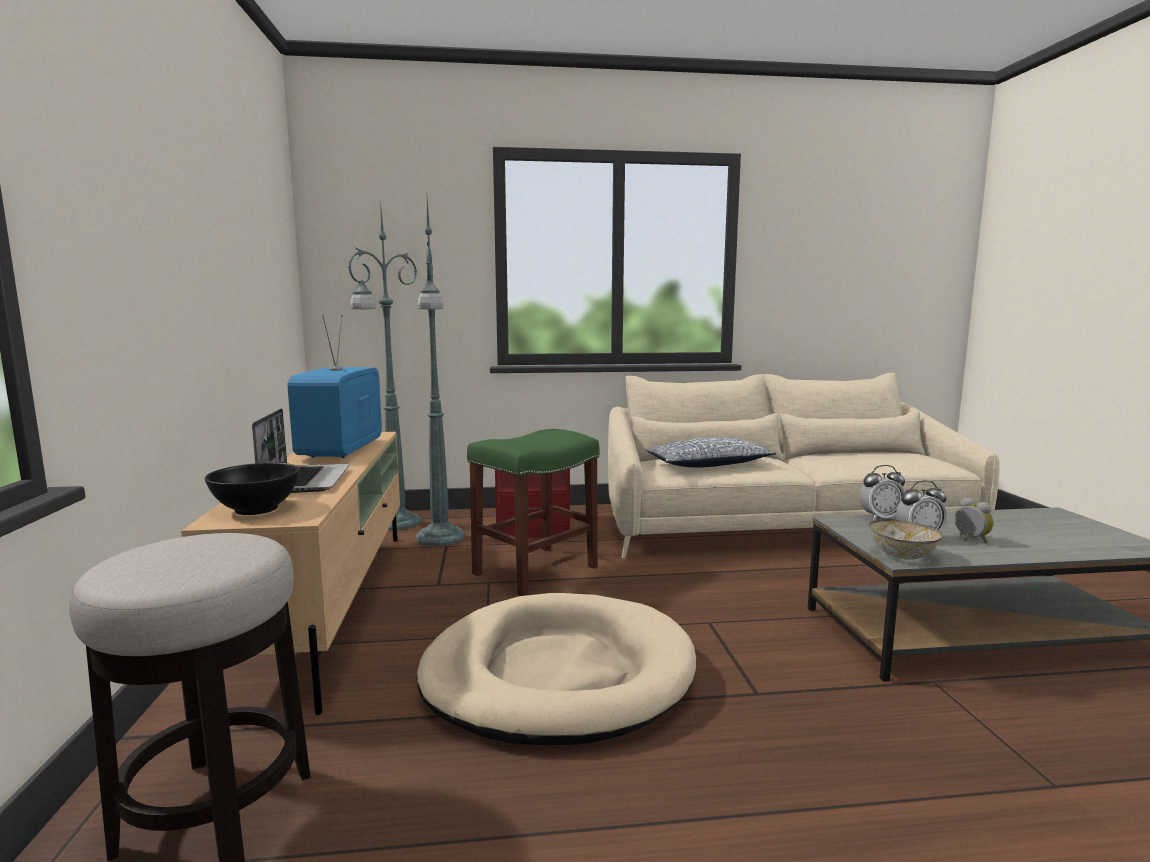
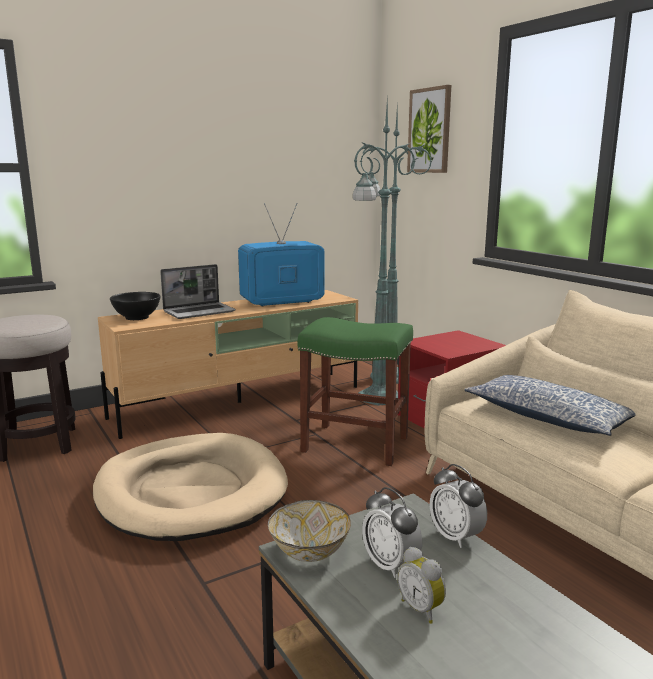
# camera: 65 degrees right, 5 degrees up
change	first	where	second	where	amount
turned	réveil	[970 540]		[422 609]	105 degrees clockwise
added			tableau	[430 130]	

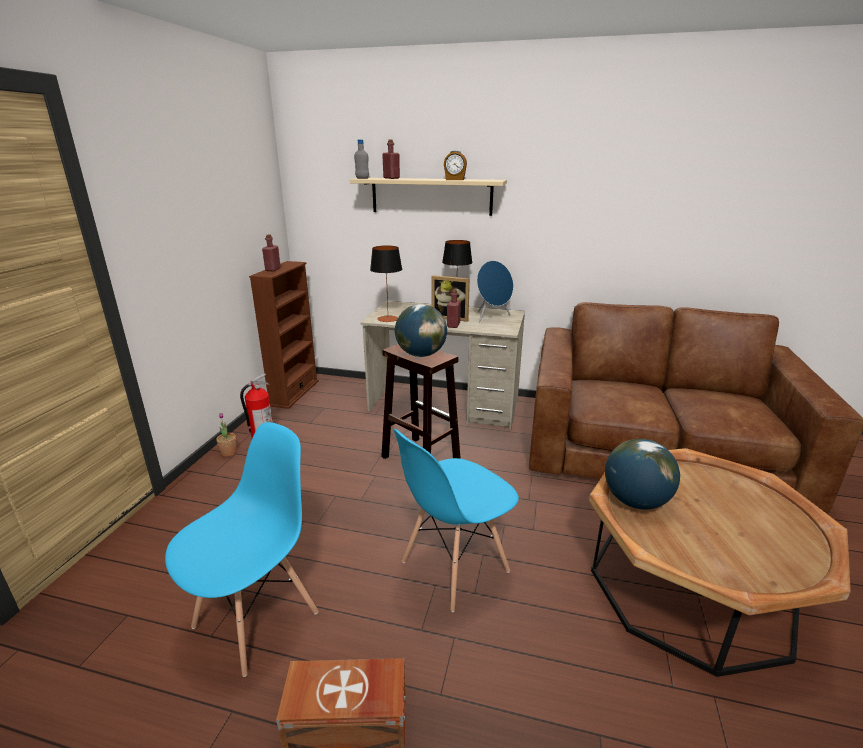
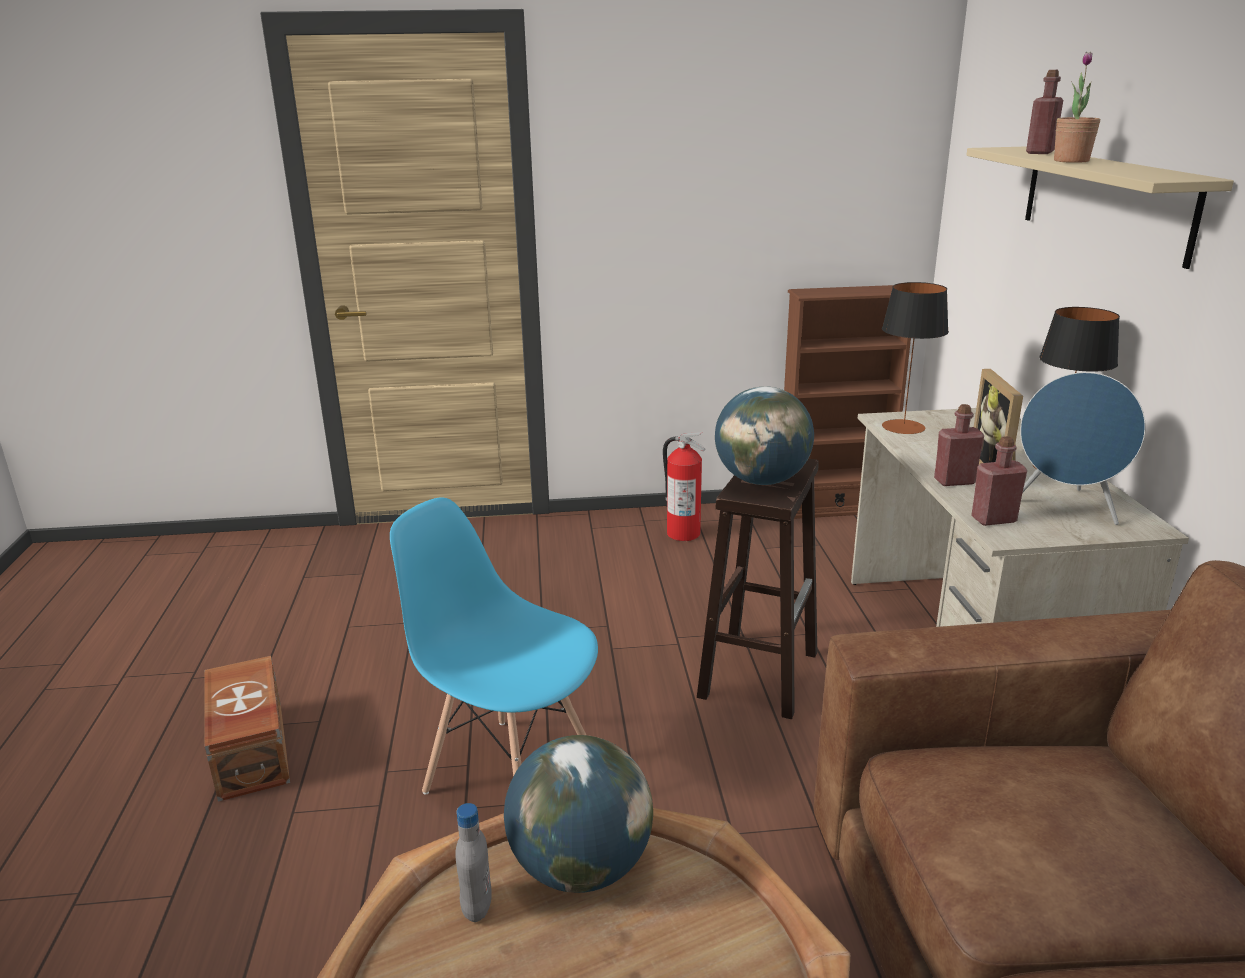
# camera: 70 degrees right, 0 degrees up
change	first	where	second	where	amount
moved	bouteille [gris]	[362 178]		[476 906]	
moved	bouteille [rouge]	[273 269]		[993 519]	
moved	plante en pot	[229 452]		[1071 161]	
removed	chaise [bleu]	[257 619]			
removed	réveil	[455 179]			

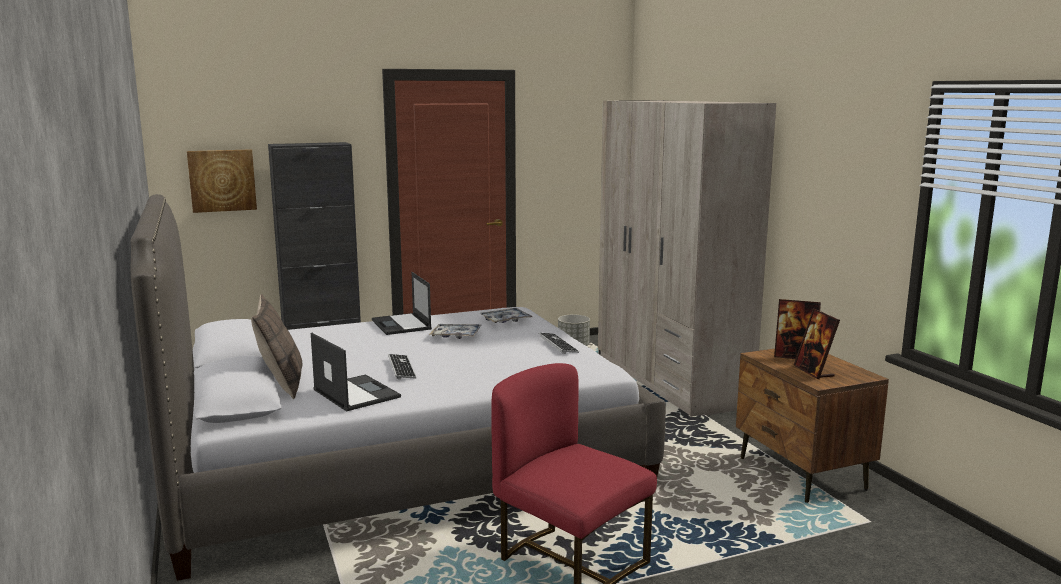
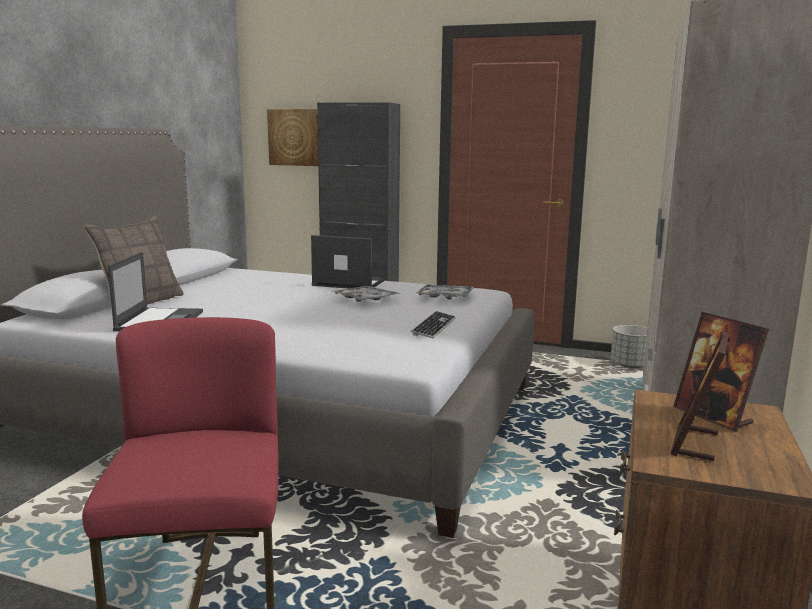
# camera: 40 degrees right, 0 degrees up
change	first	where	second	where	amount
turned	ordinateur portable	[401 325]		[348 283]	90 degrees clockwise
removed	clavier	[401 368]			

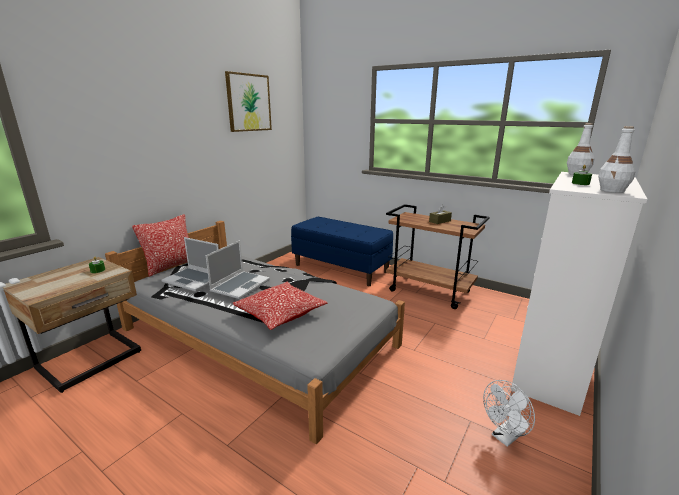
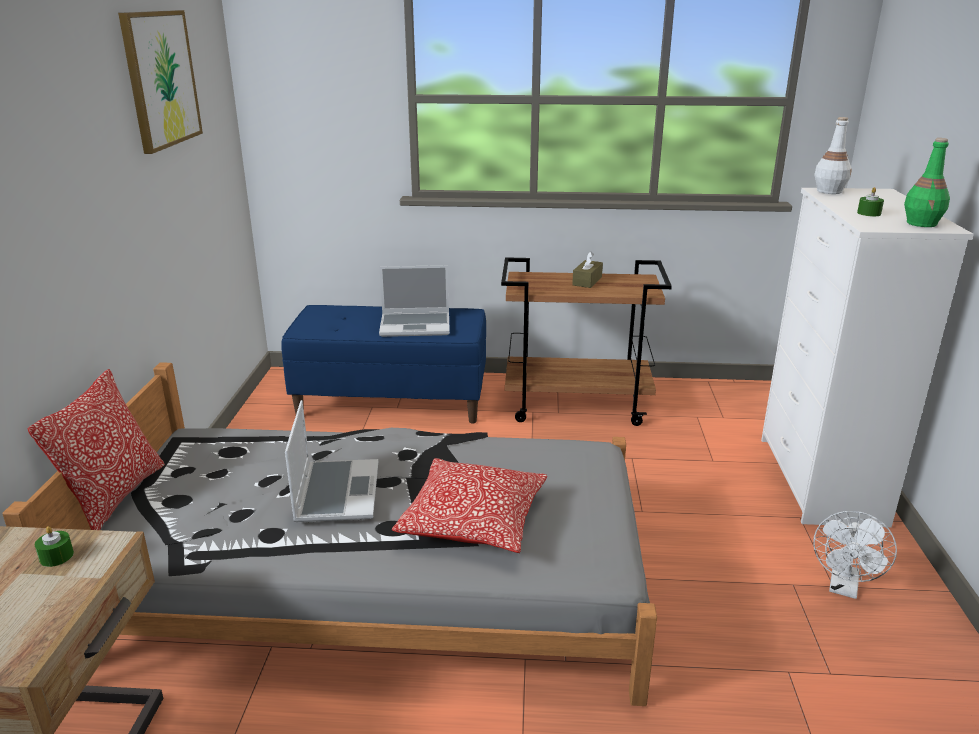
# camera: 30 degrees left, 5 degrees up
change	first	where	second	where	amount
moved	ordinateur portable	[194 280]		[416 325]	
recoloured	bouteille [blanc]	[612 190]	bouteille [vert]	[922 223]	

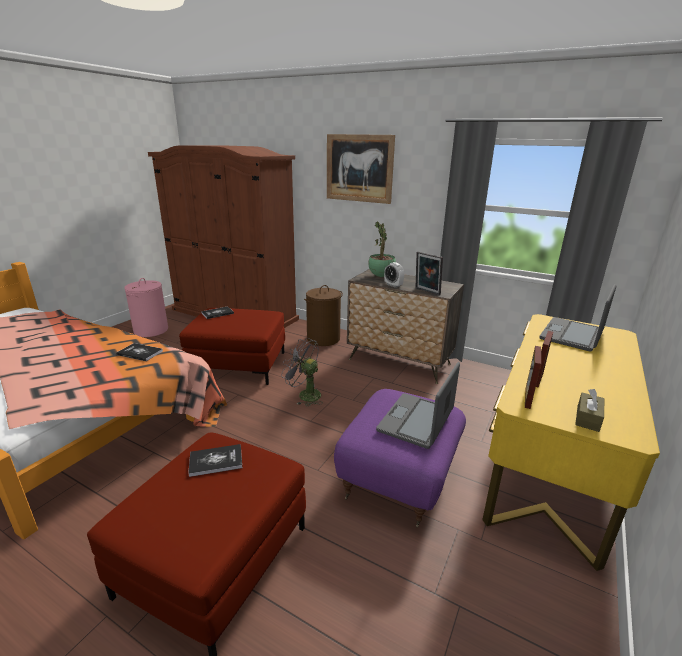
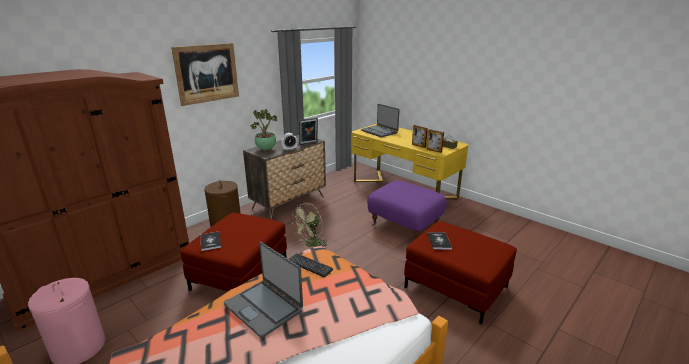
# camera: 75 degrees left, 0 degrees up
change	first	where	second	where	amount
moved	ordinateur portable	[416 421]		[264 307]	
replaced	livre	[140 353]	clavier	[309 265]	
recoloured	ventilateur [gris]	[304 394]	ventilateur [vert]	[311 245]	

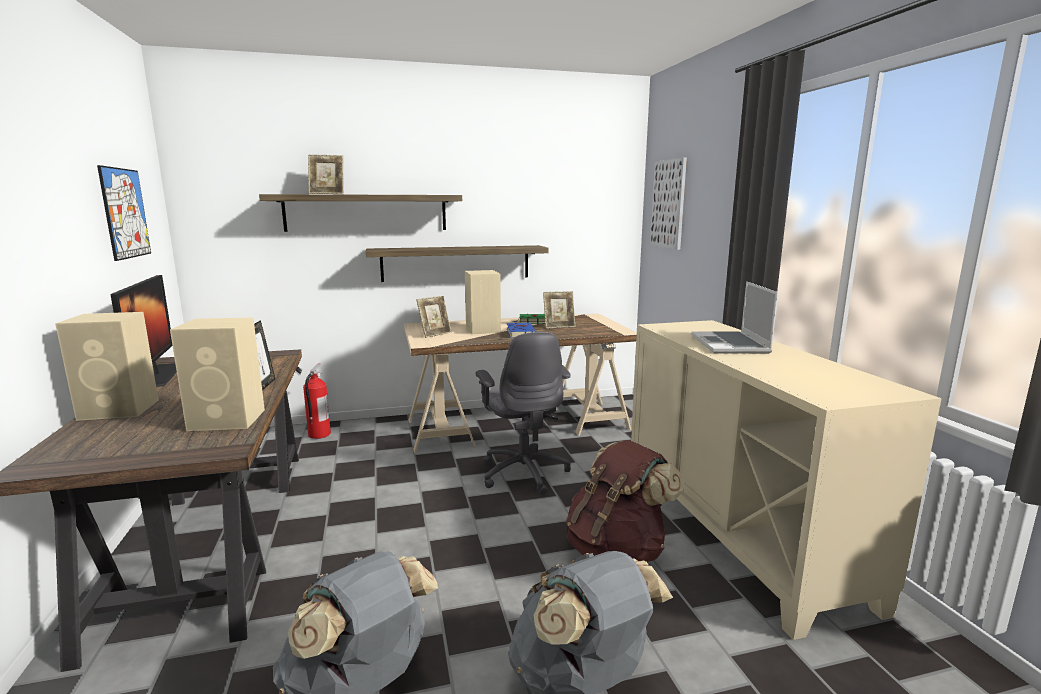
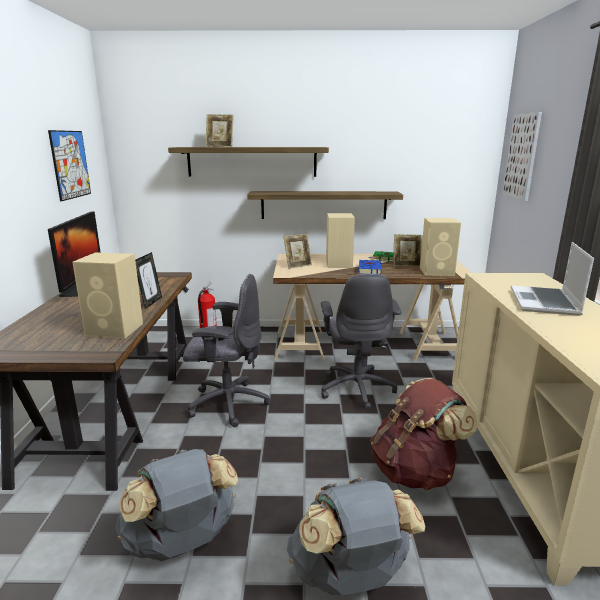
# camera: 15 degrees right, 5 degrees up
change	first	where	second	where	amount
added			chaise de bureau [gris]	[227 403]	
moved	enceinte [beige]	[121 409]		[437 271]	

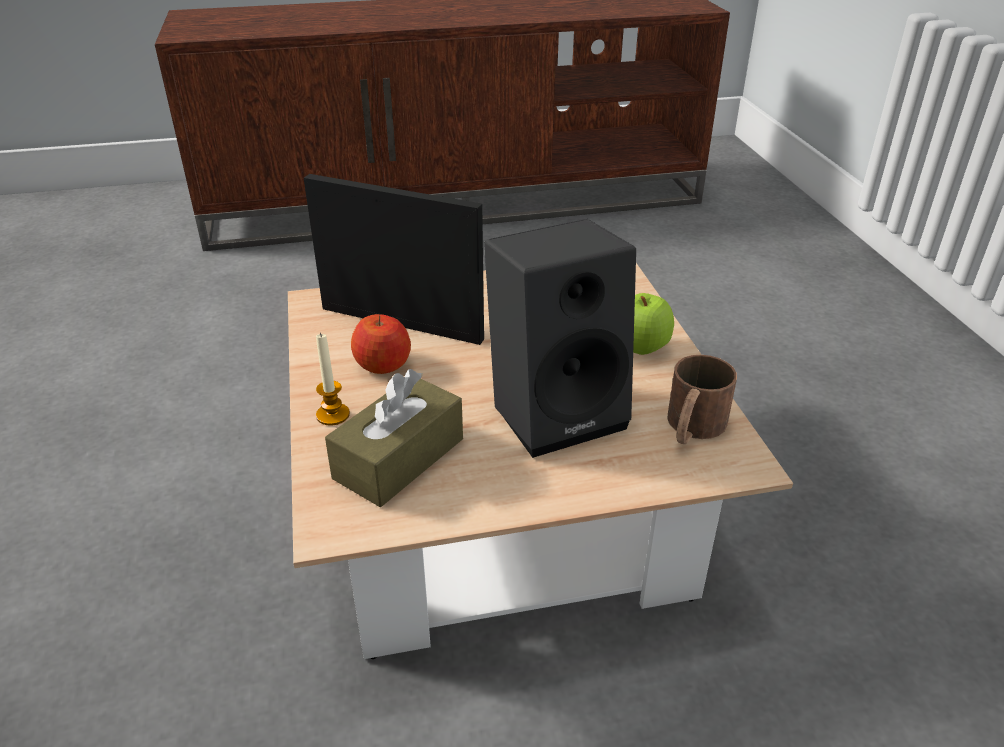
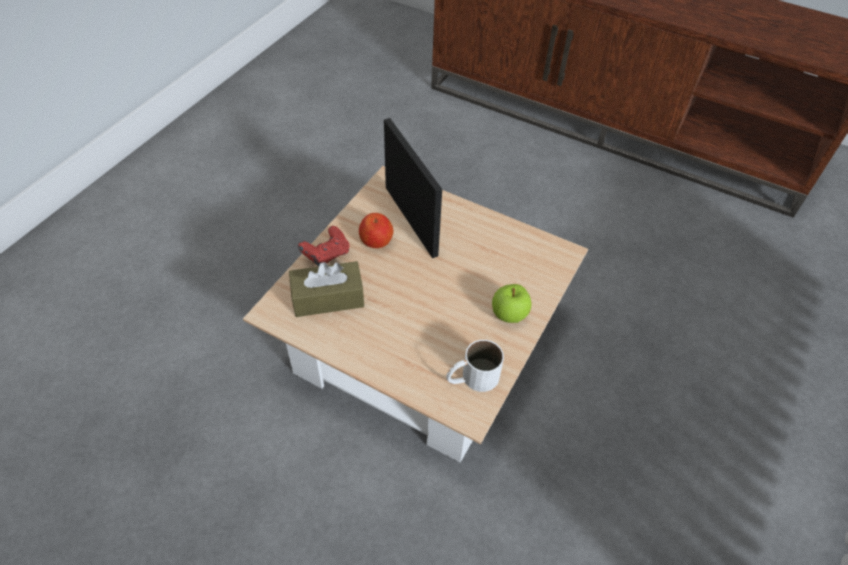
# camera: 40 degrees right, 15 degrees up
change	first	where	second	where	amount
replaced	bougie	[333 415]	manette [rouge]	[326 255]	
recoloured	mug [marron]	[692 428]	mug [blanc]	[472 378]	
removed	enceinte [noir]	[557 410]			

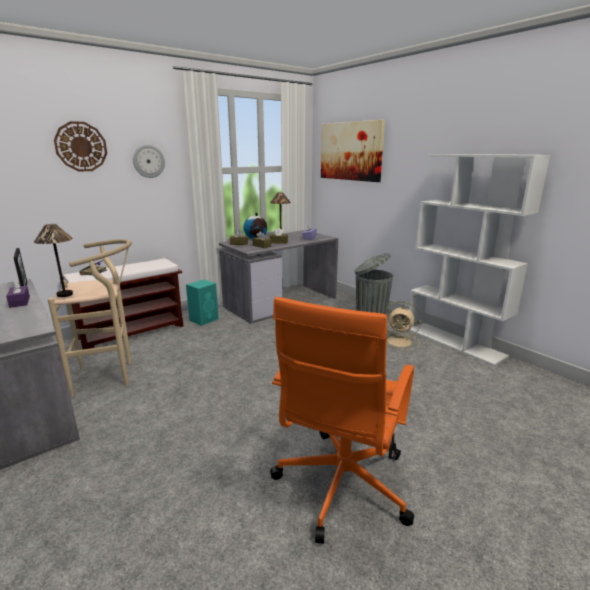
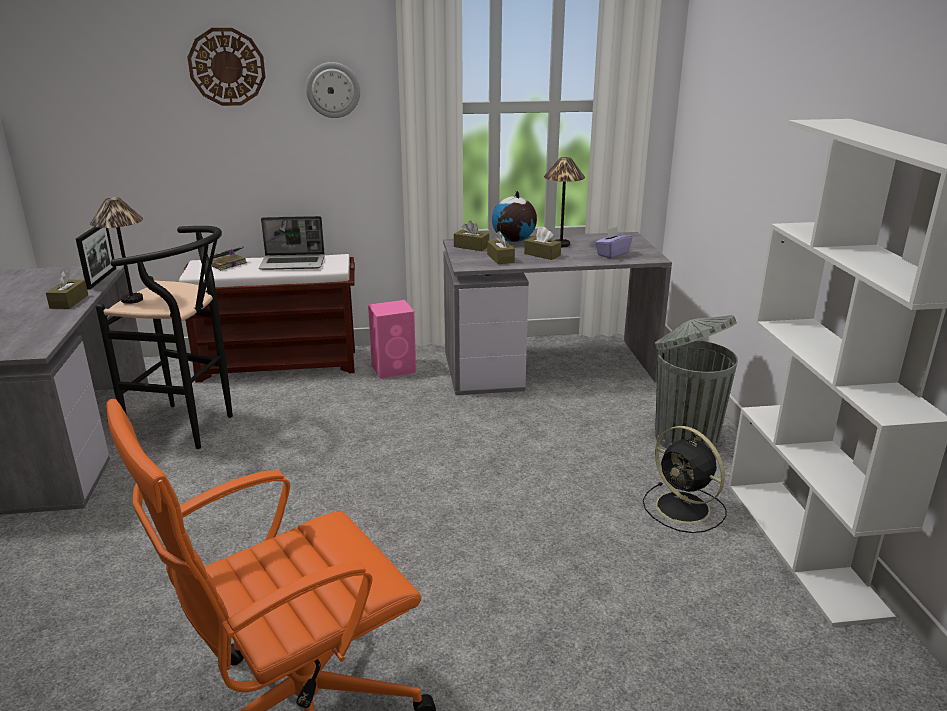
# camera: 30 degrees right, 5 degrees up
change	first	where	second	where	amount
recoloured	boîte à mouchoirs [violet]	[19 302]	boîte à mouchoirs [marron]	[69 301]	
recoloured	tabouret [beige]	[110 376]	tabouret [noir]	[192 429]	
added			ordinateur portable	[293 263]	
recoloured	enceinte [turquoise]	[204 319]	enceinte [rose]	[395 369]	
recoloured	ventilateur [beige]	[400 342]	ventilateur [noir]	[685 509]	
removed	tableau	[350 151]			

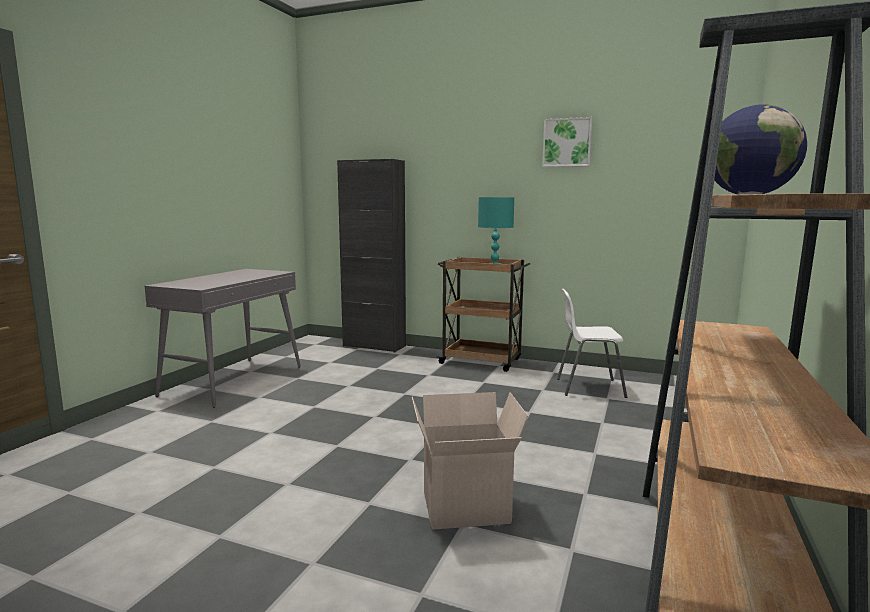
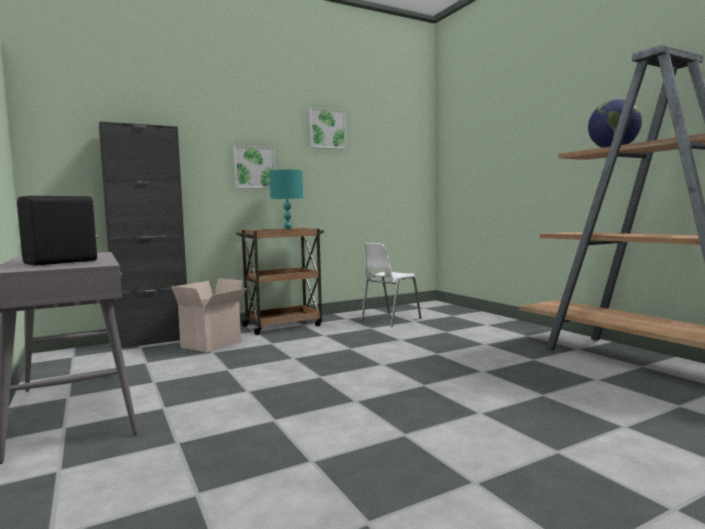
# camera: 50 degrees left, 5 degrees down
change	first	where	second	where	amount
added			enceinte [noir]	[62 262]	
moved	carton	[464 509]		[211 344]	
added			tableau	[254 167]	

